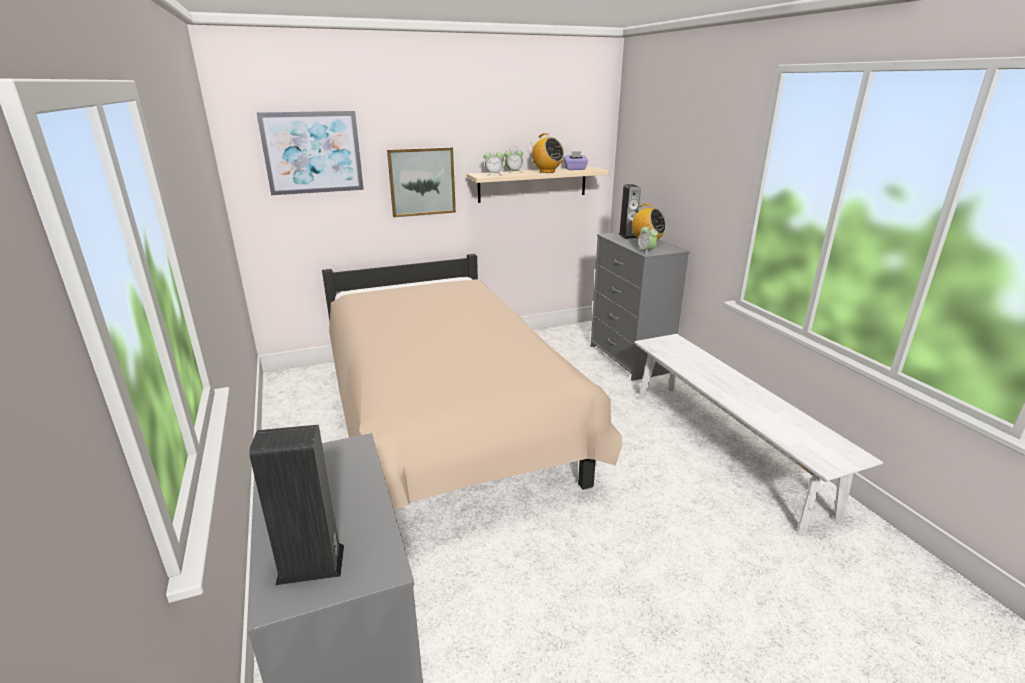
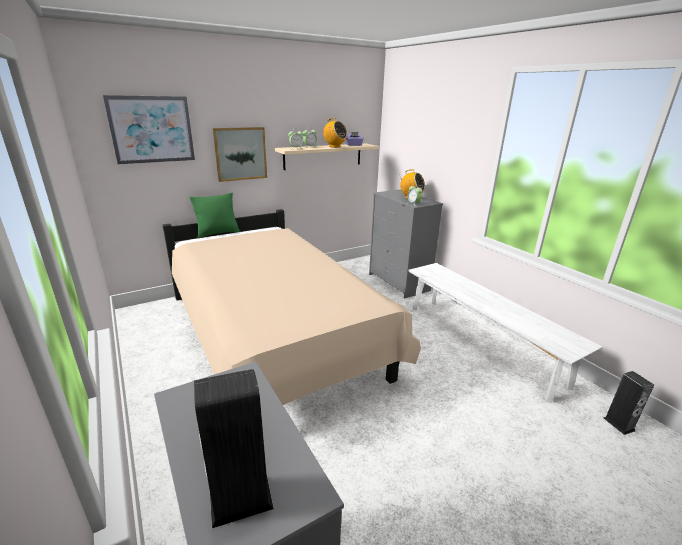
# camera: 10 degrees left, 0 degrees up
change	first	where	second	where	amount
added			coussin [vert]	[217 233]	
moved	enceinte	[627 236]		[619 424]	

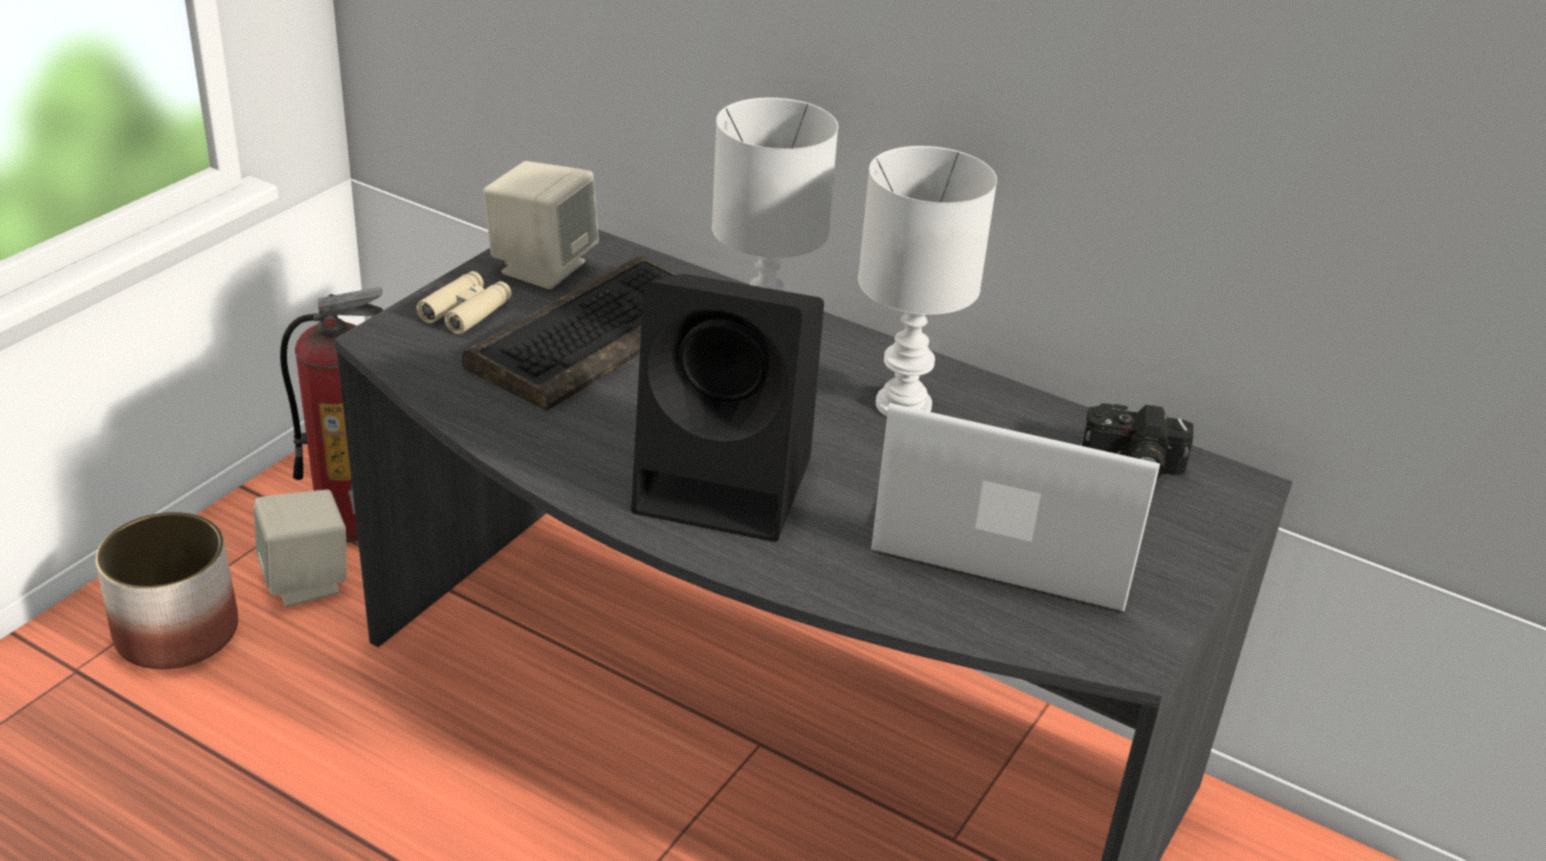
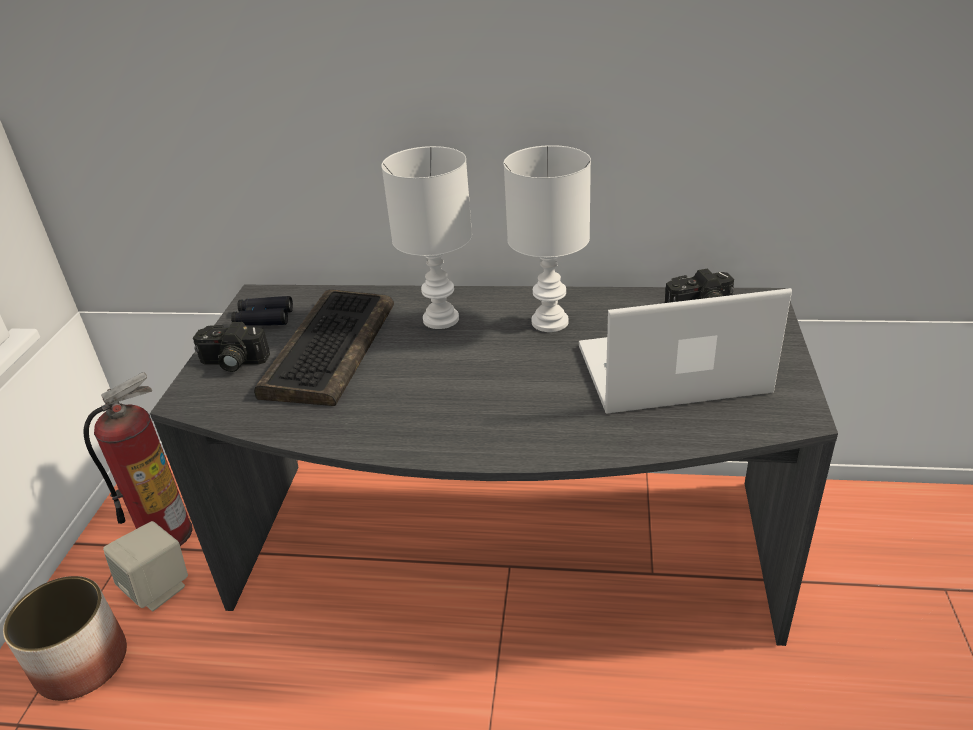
# camera: 20 degrees left, 0 degrees up
change	first	where	second	where	amount
replaced	jumelles [beige]	[466 311]	appareil photo	[232 363]	
replaced	enceinte [beige]	[542 267]	jumelles [noir]	[263 318]	
removed	enceinte [noir]	[729 485]			

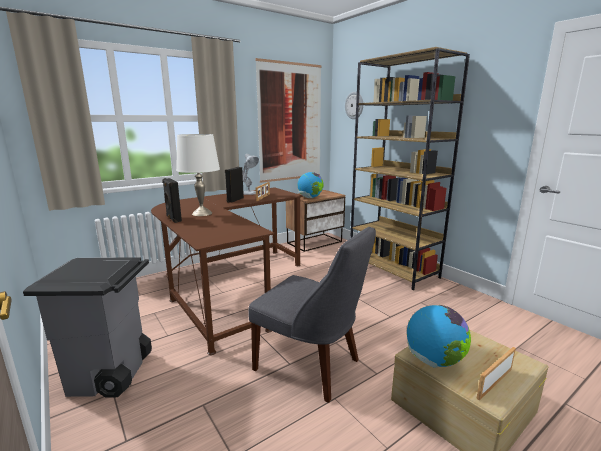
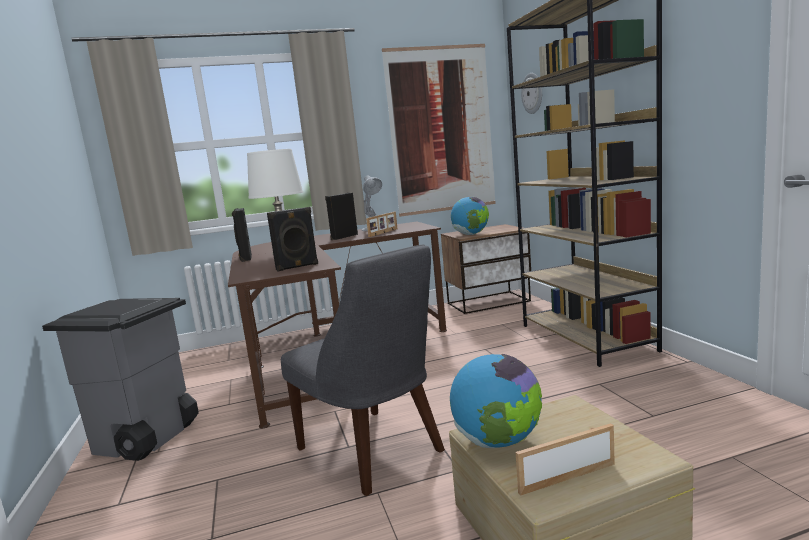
# camera: 20 degrees right, 5 degrees down
change	first	where	second	where	amount
added			enceinte [noir]	[297 267]	

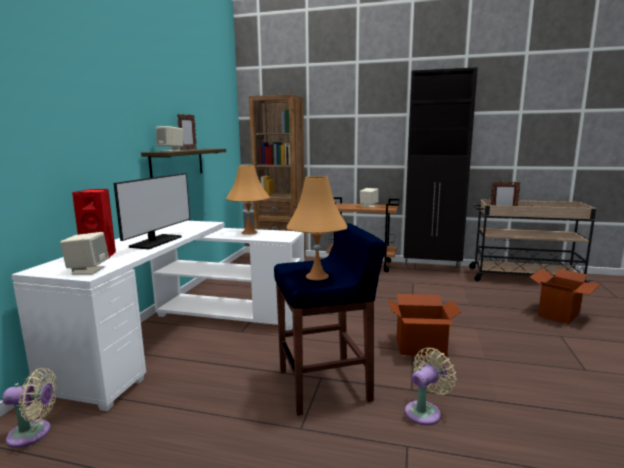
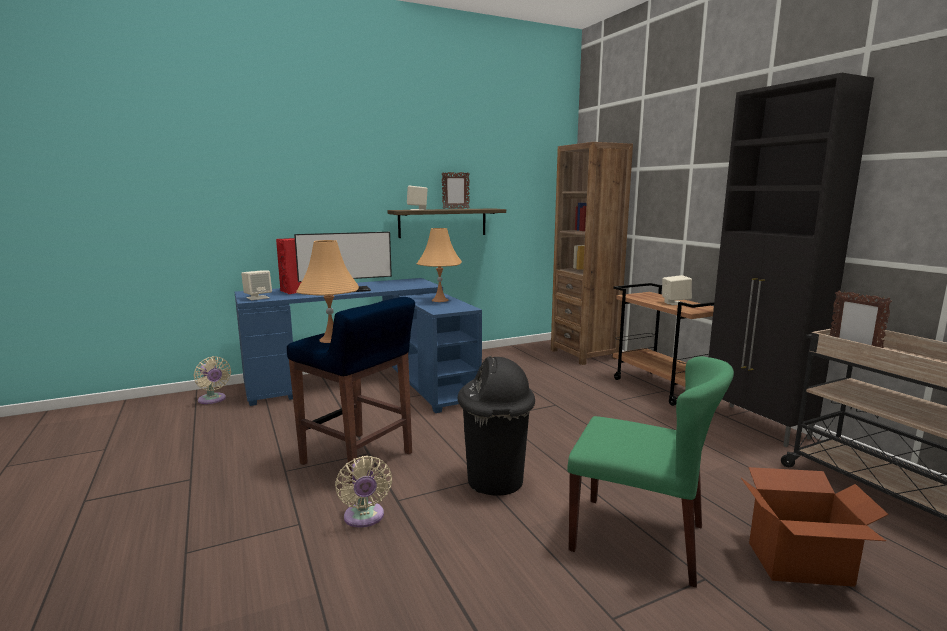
# camera: 50 degrees right, 0 degrees up
change	first	where	second	where	amount
recoloured	bureau [blanc]	[184 335]	bureau [bleu]	[370 383]	
turned	ventilateur [beige]	[425 411]		[364 518]	60 degrees clockwise
replaced	carton	[421 347]	poubelle [noir]	[495 481]	
added			chaise [vert]	[639 537]	

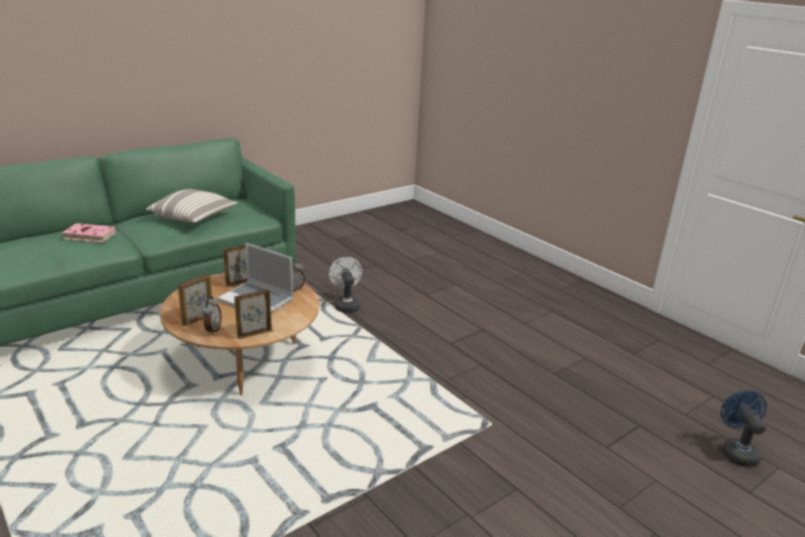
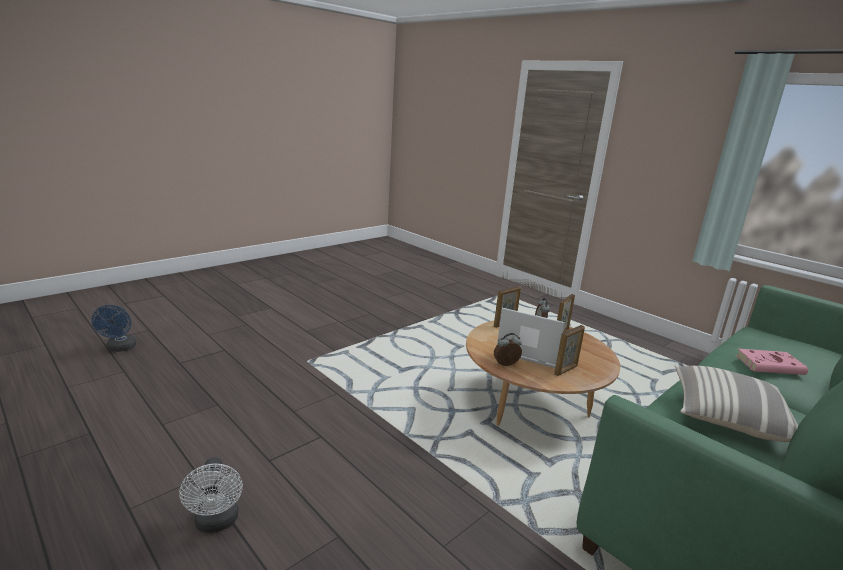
# camera: 175 degrees right, 5 degrees down
change	first	where	second	where	amount
moved	ventilateur [blanc]	[346 304]		[217 523]	

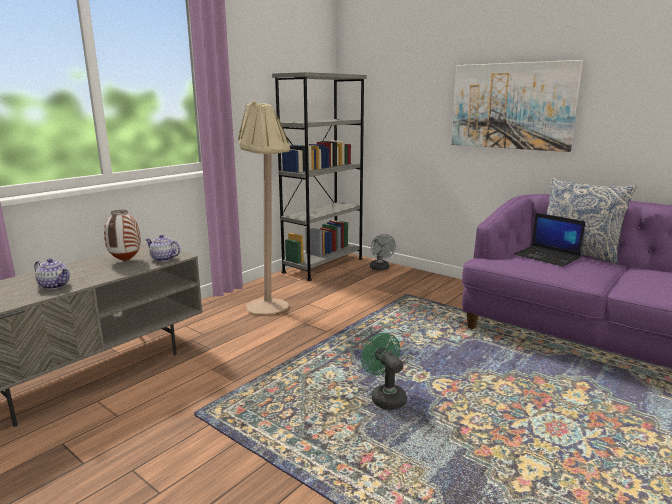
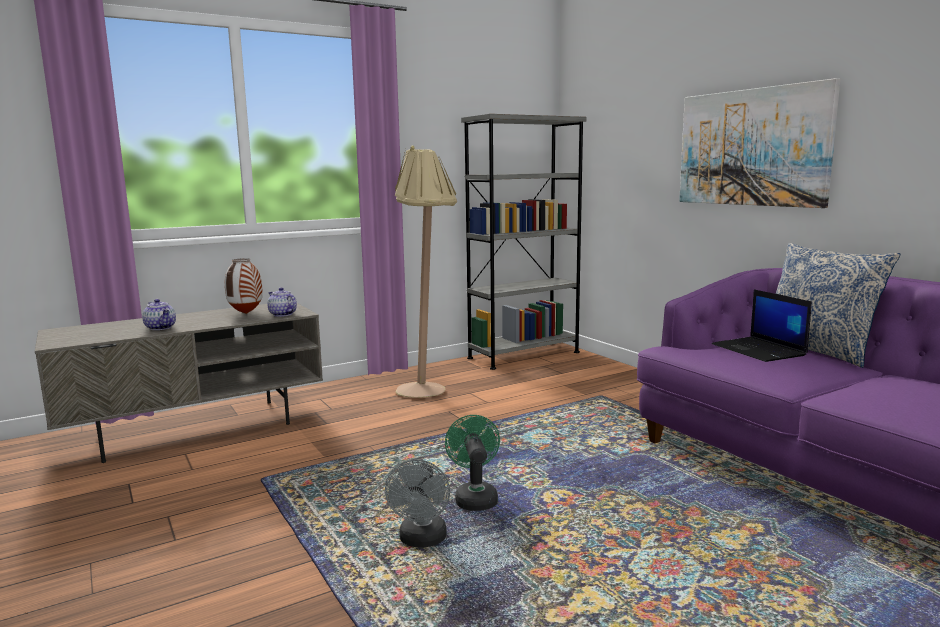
# camera: 20 degrees right, 5 degrees down
change	first	where	second	where	amount
moved	ventilateur [gris]	[380 269]		[422 540]	

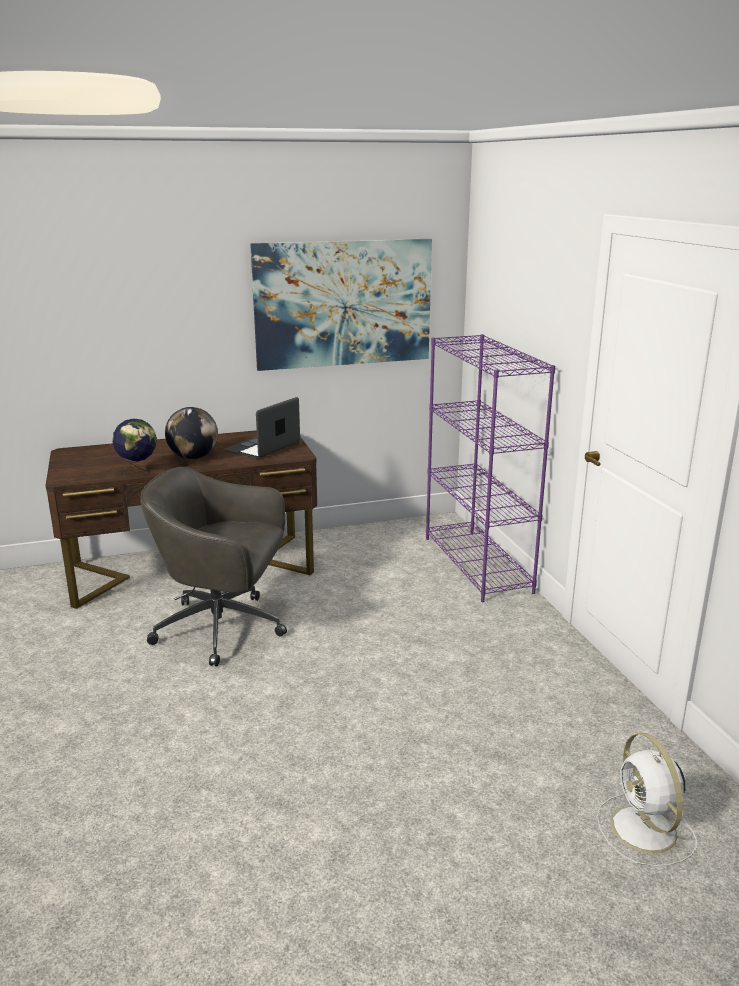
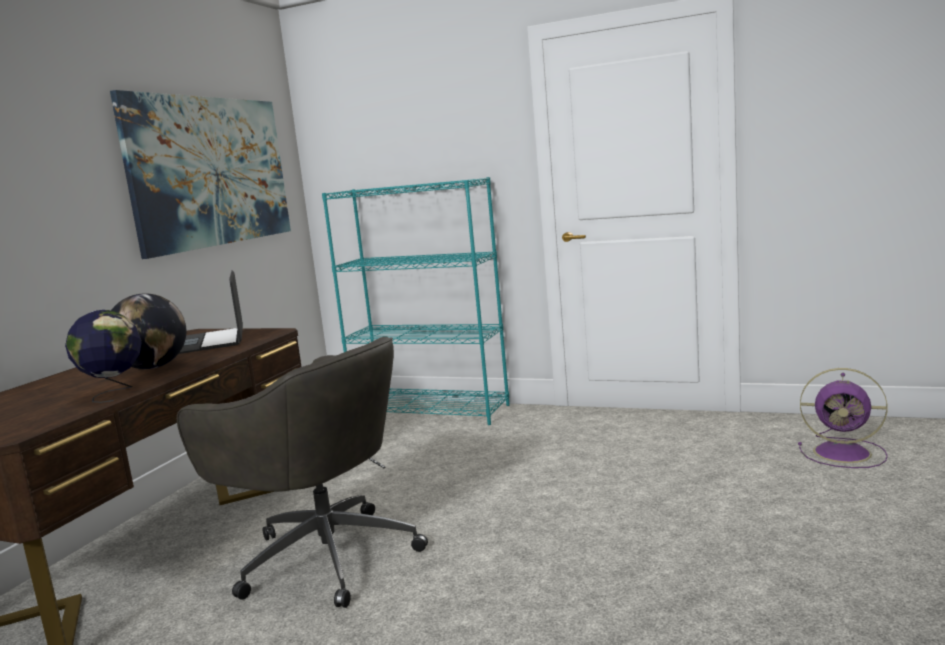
# camera: 50 degrees left, 10 degrees down
change	first	where	second	where	amount
turned	chaise de bureau [gris]	[223 629]		[325 556]	105 degrees counterclockwise
recoloured	bibliothèque [violet]	[477 564]	bibliothèque [turquoise]	[432 411]	
recoloured	ventilateur [blanc]	[645 831]	ventilateur [violet]	[845 453]	

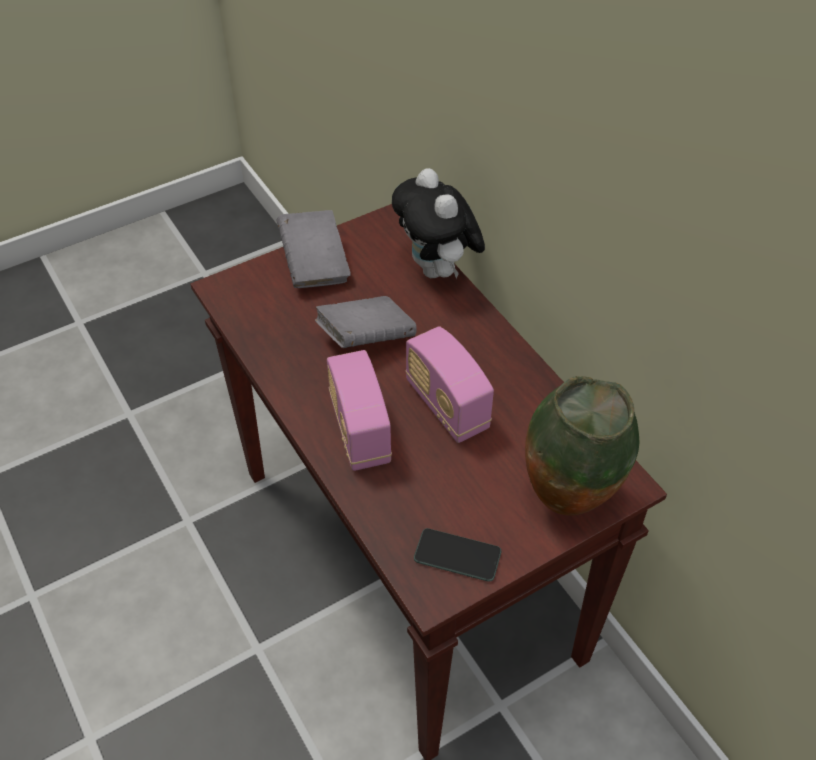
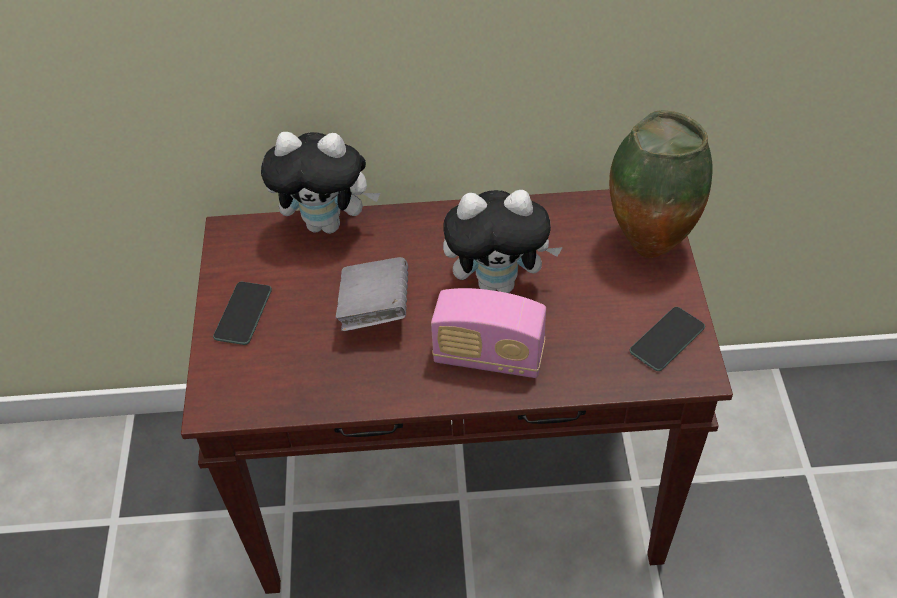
# camera: 60 degrees left, 0 degrees up
change	first	where	second	where	amount
replaced	livre [gris]	[315 265]	téléphone	[243 313]	
replaced	radio	[446 405]	peluche	[499 282]	

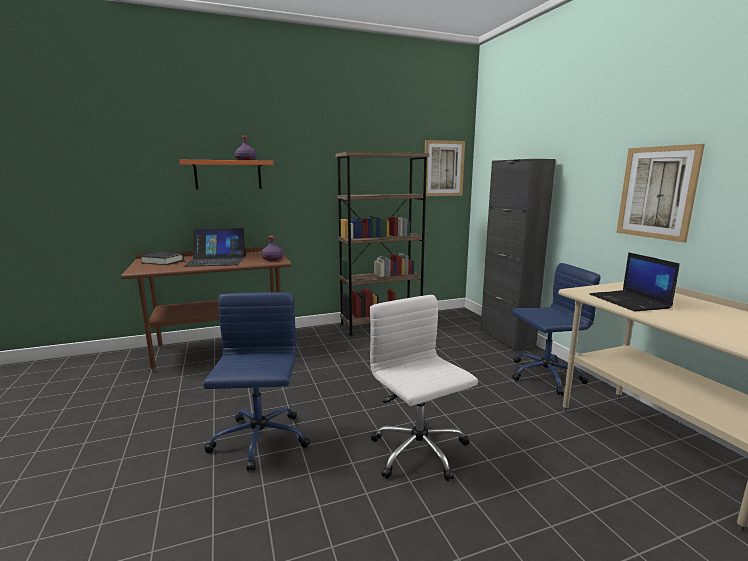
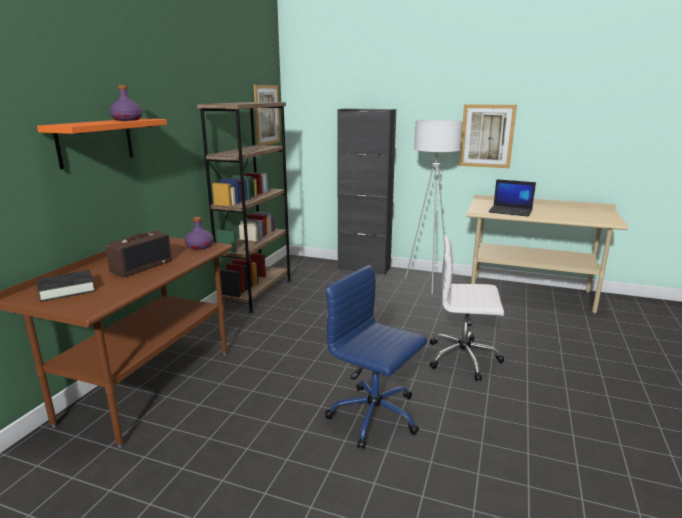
# camera: 50 degrees left, 5 degrees up
change	first	where	second	where	amount
replaced	ordinateur portable	[216 261]	radio	[142 266]	
replaced	chaise de bureau [bleu]	[544 376]	lampadaire [blanc]	[428 284]	

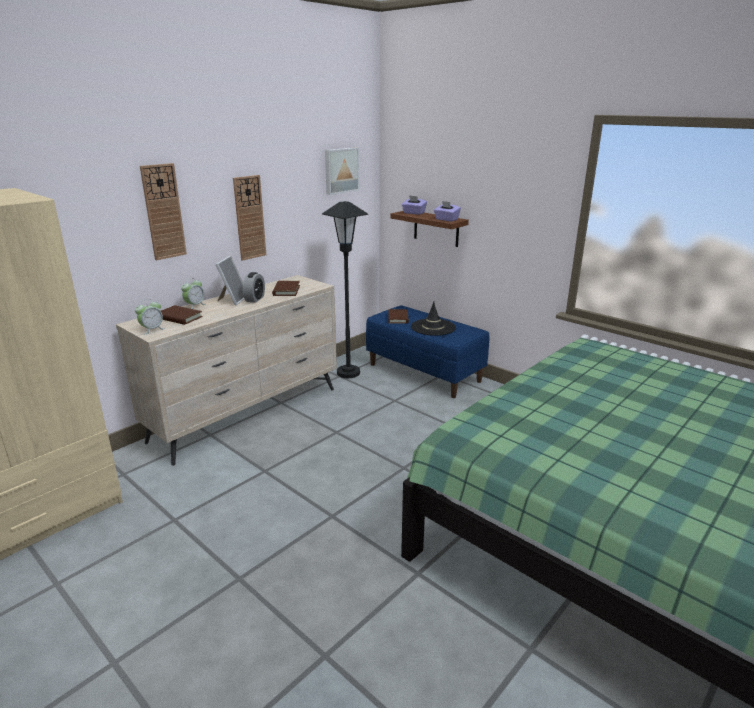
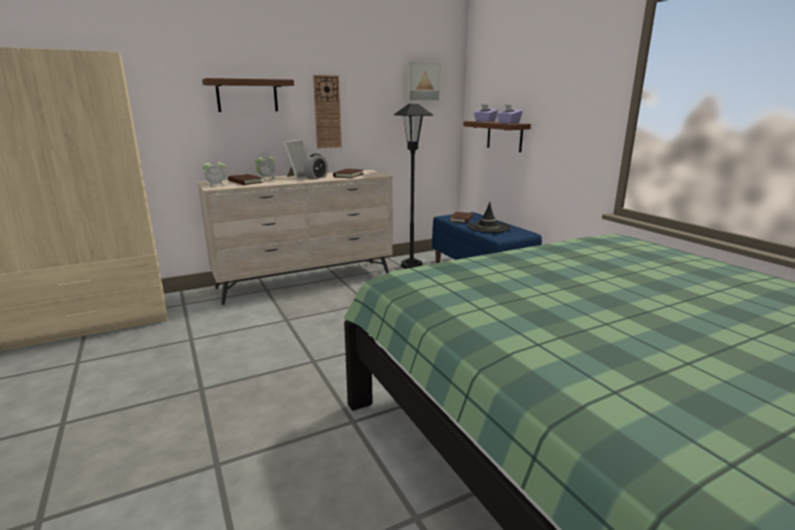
# camera: 20 degrees right, 5 degrees down
change	first	where	second	where	amount
replaced	horloge murale	[163 212]	étagère [marron]	[247 95]	

